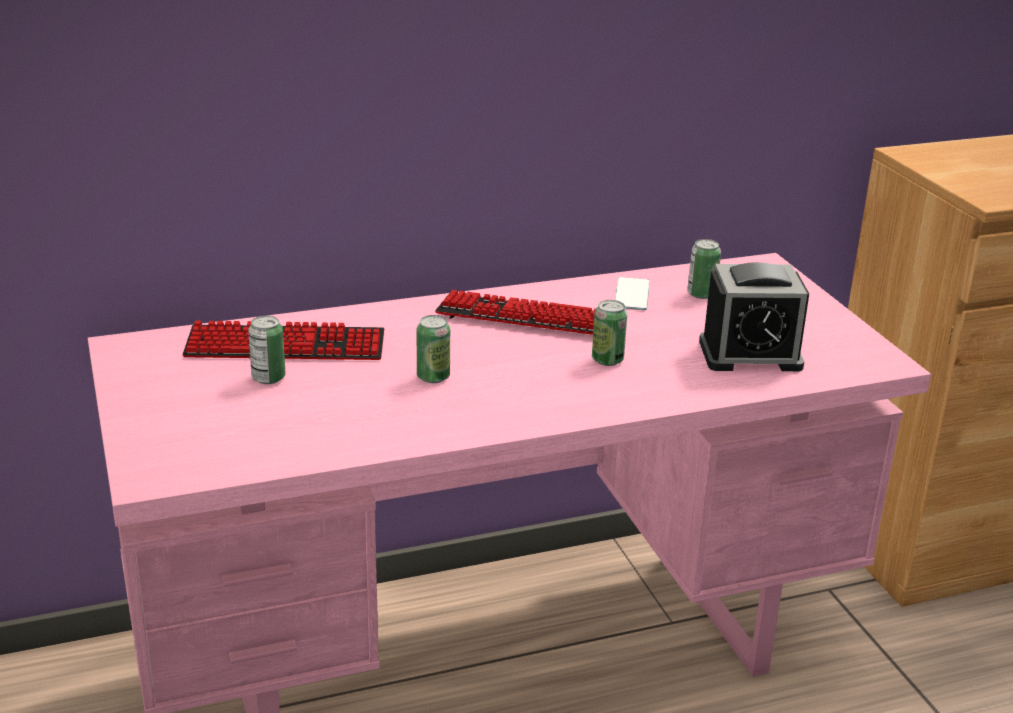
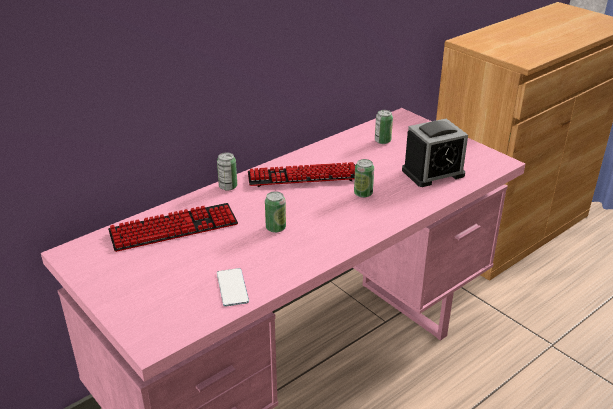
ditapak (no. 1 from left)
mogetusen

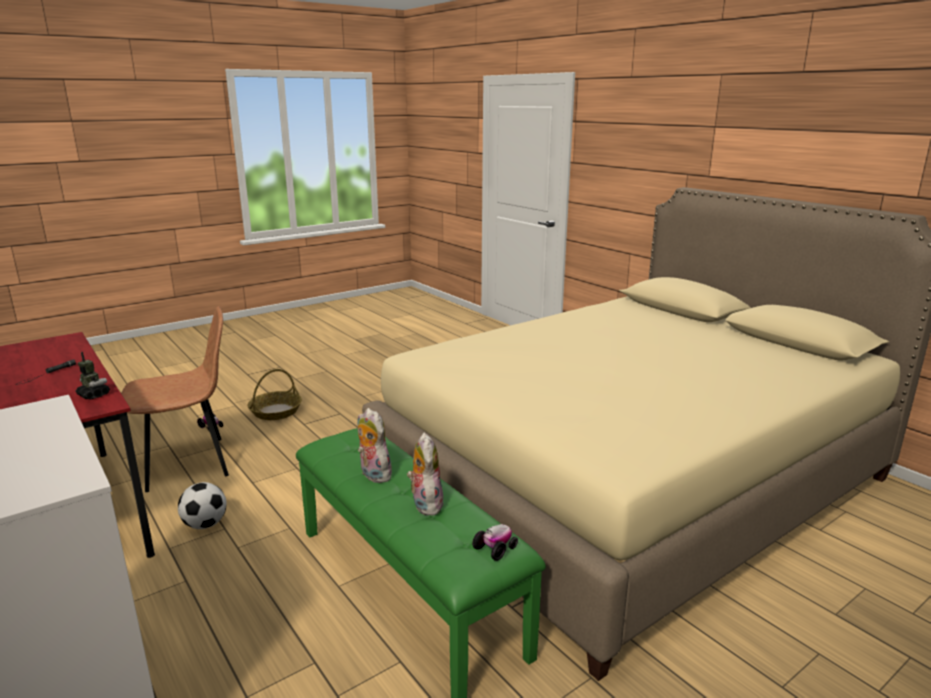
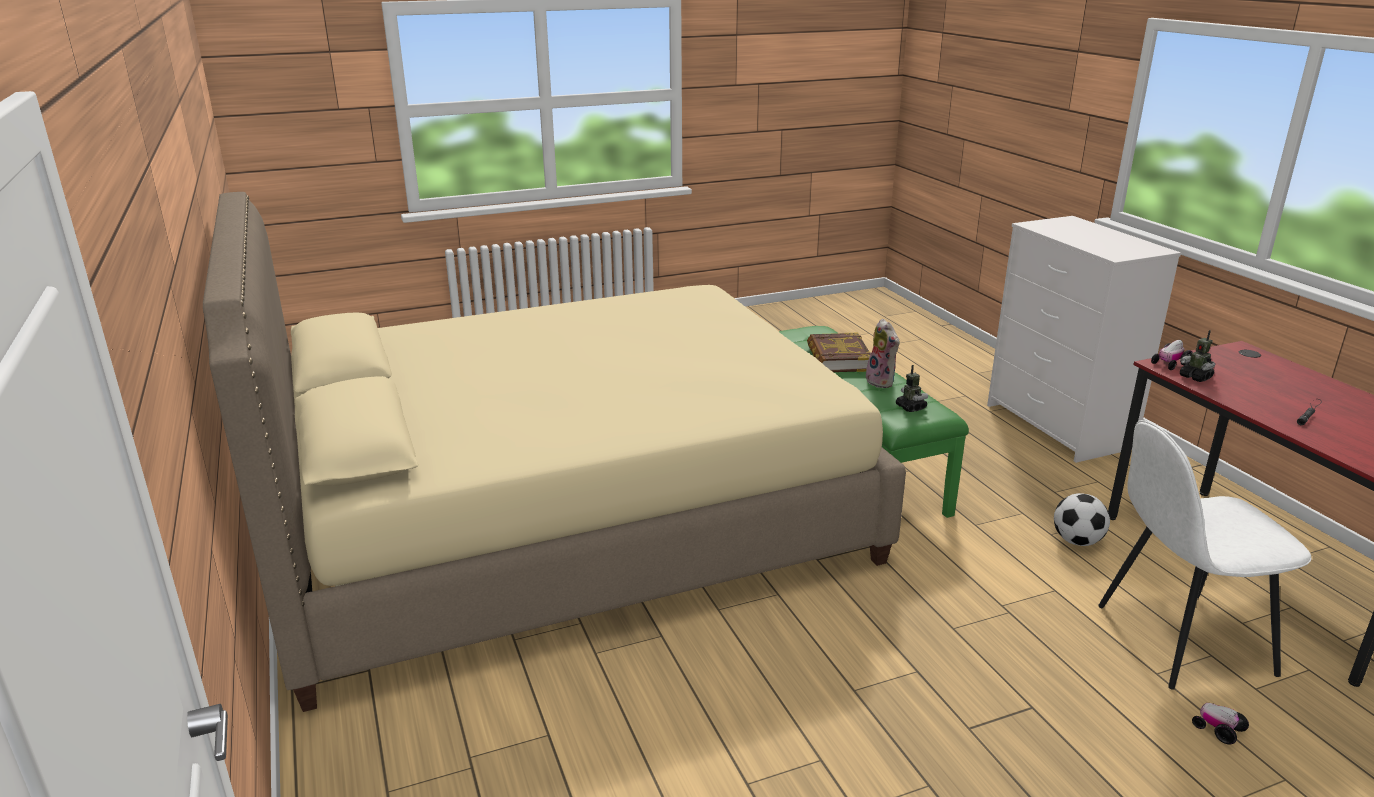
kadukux
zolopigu (no. 1 from left)
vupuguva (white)
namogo (no. 1 from left)
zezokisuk

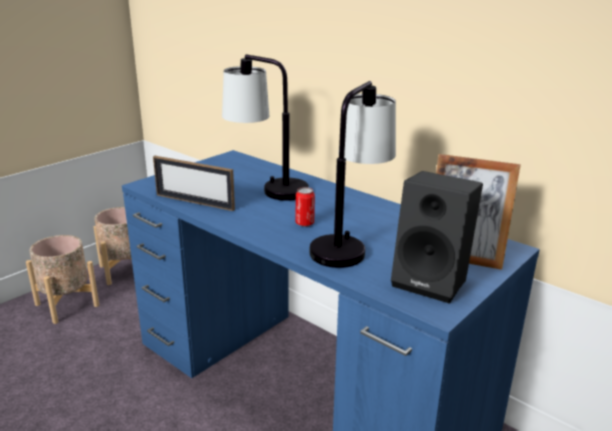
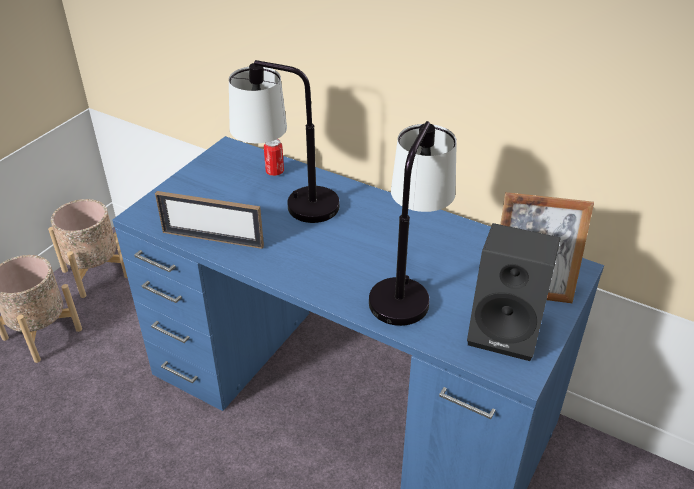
ditapak

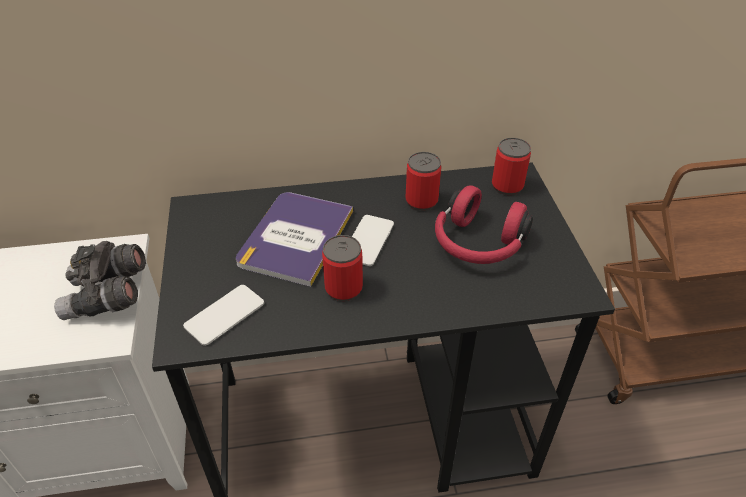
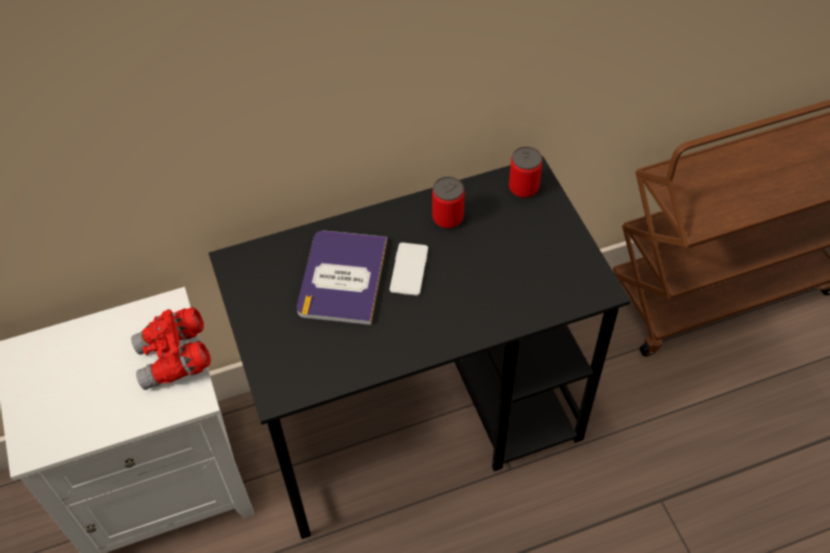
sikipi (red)
mogetusen (no. 1 from left in the first image)
ditapak (no. 1 from left in the first image)
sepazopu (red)

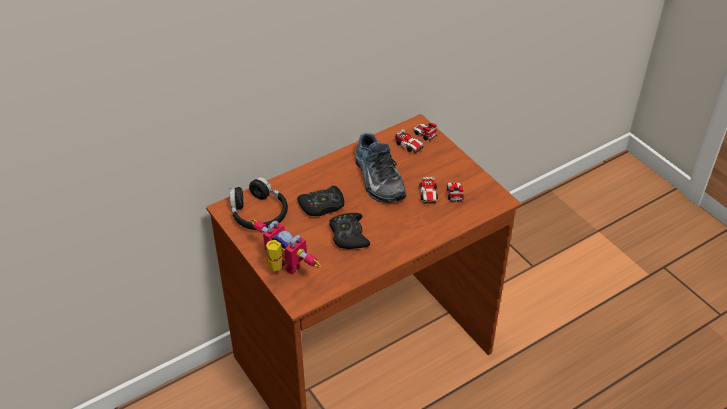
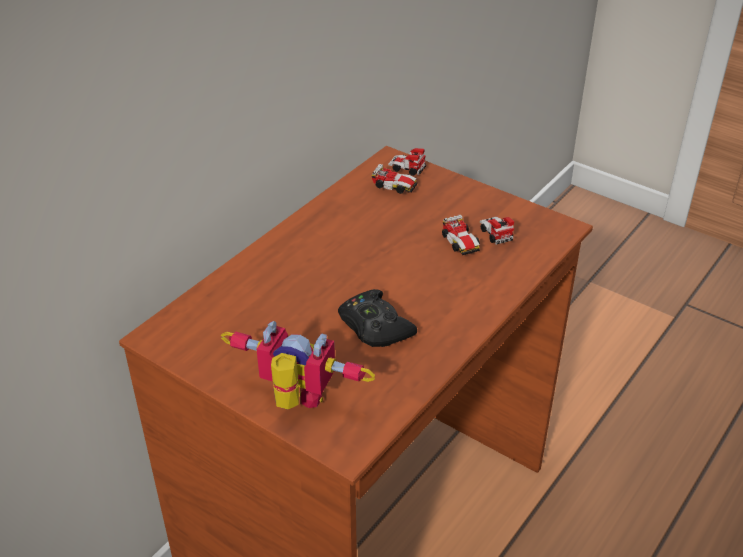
sepazopu (black)
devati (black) (no. 1 from left in the first image)
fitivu

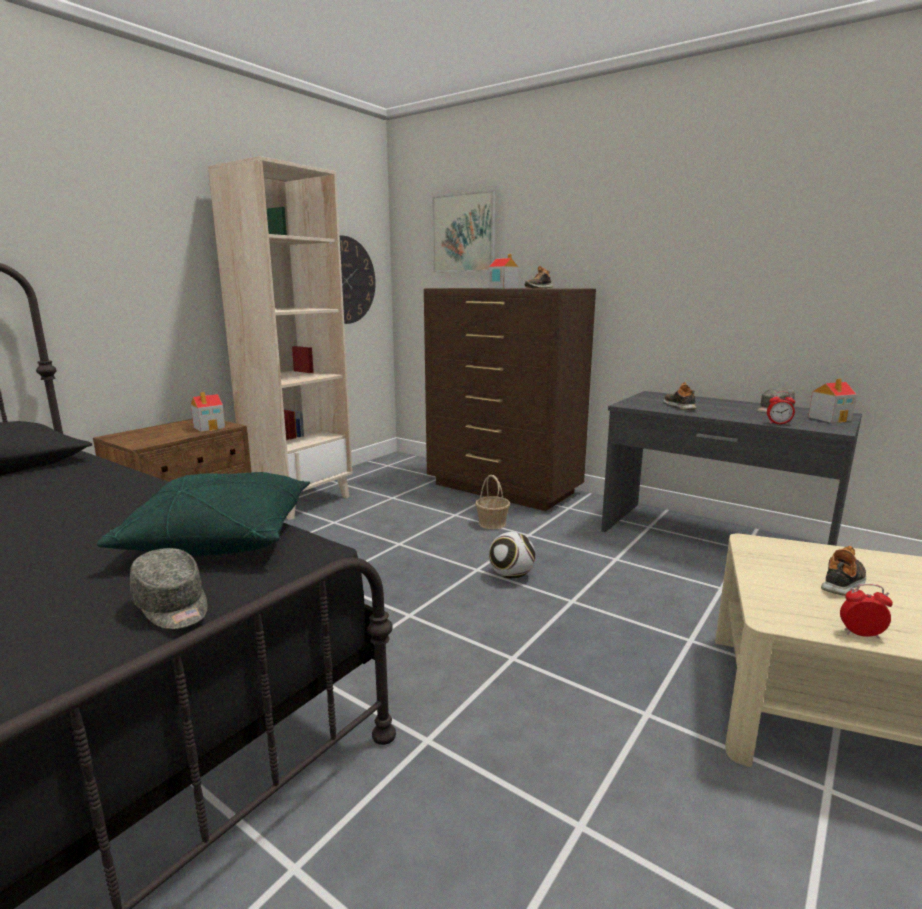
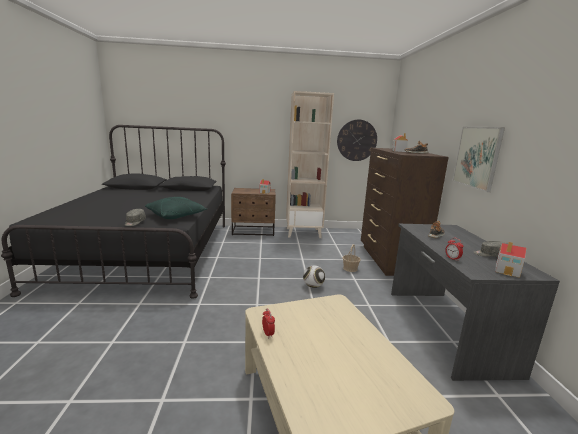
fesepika
fitivu (no. 3 from left in the first image)

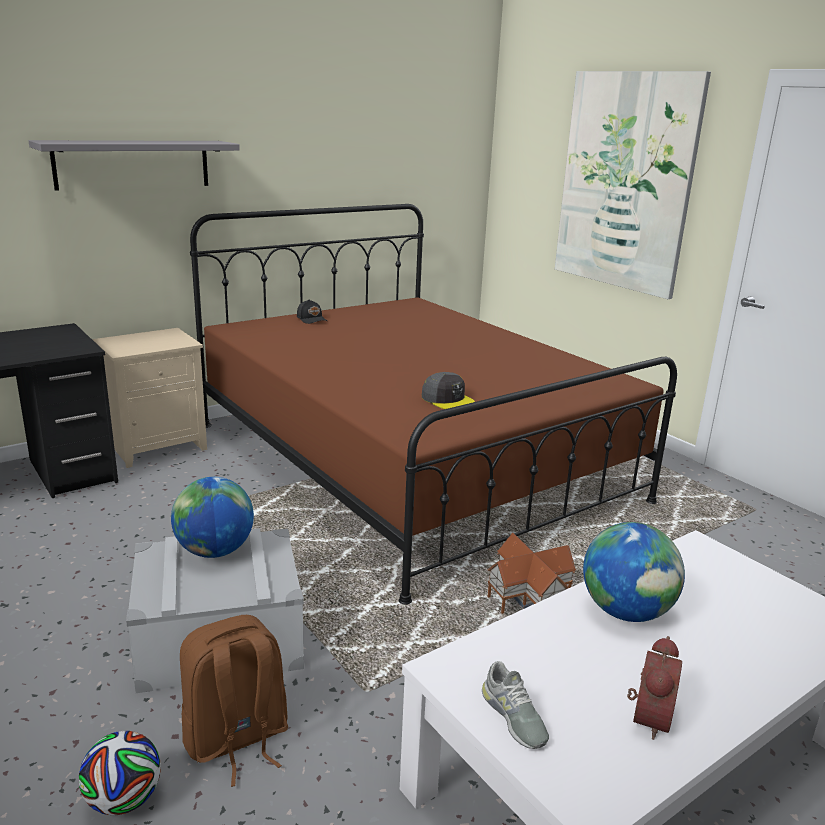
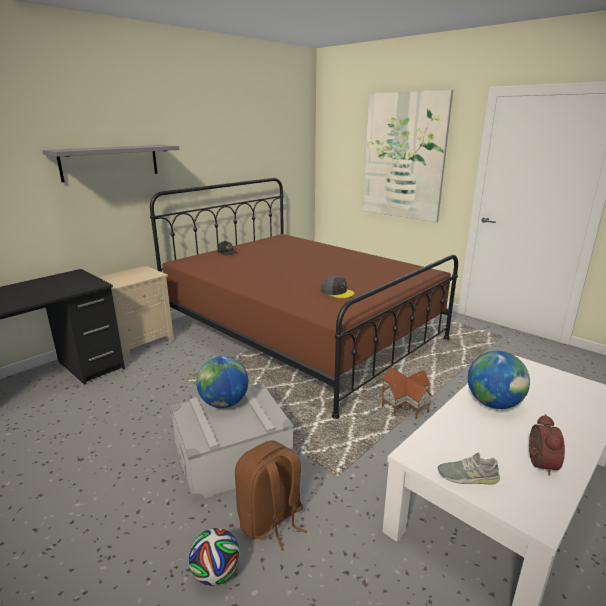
fitivu (grey)

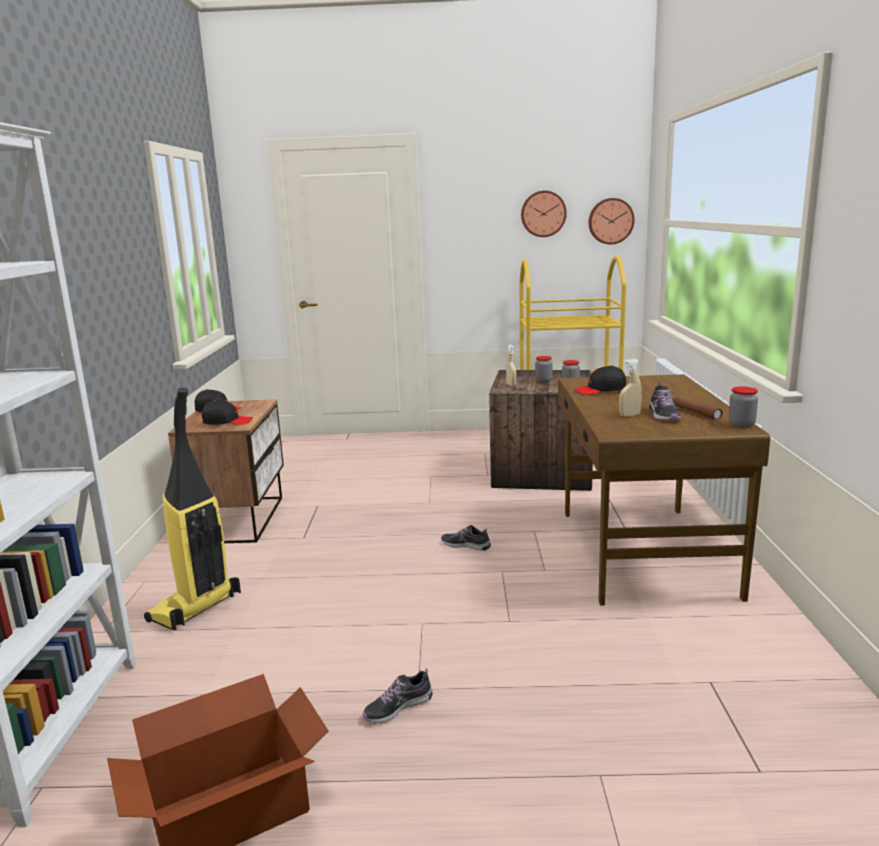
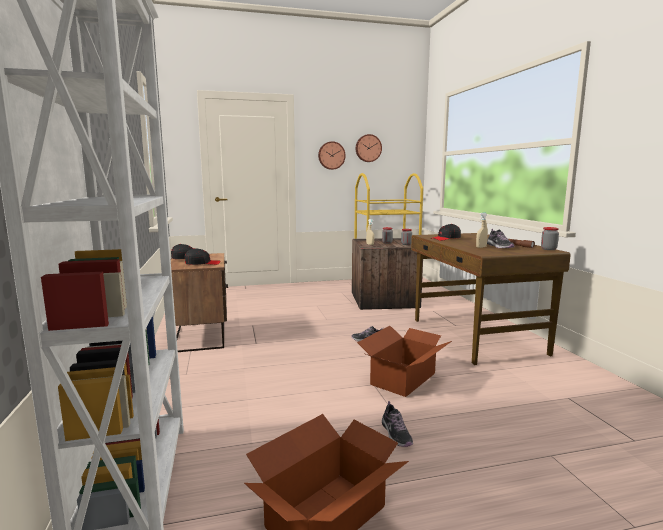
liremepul (no. 1 from left)
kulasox (no. 2 from left)
fitivu (no. 2 from left)
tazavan

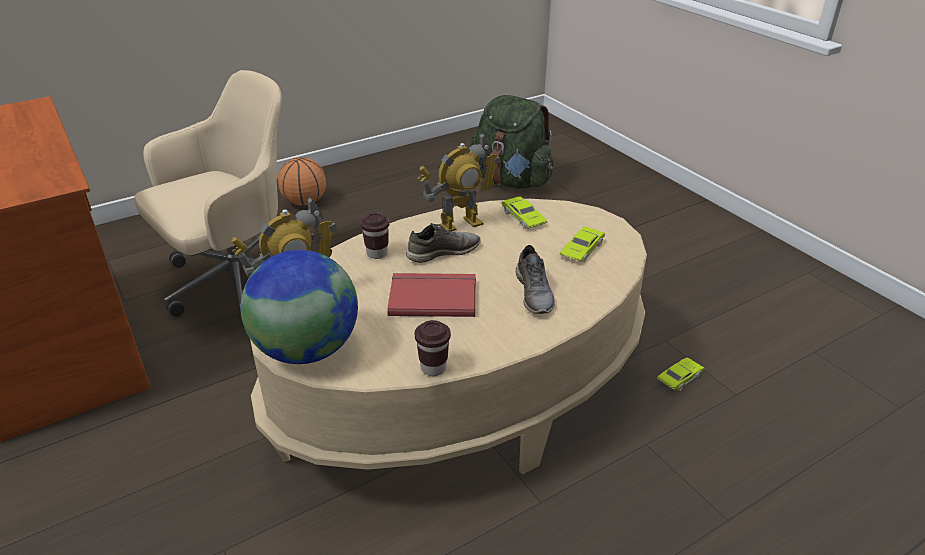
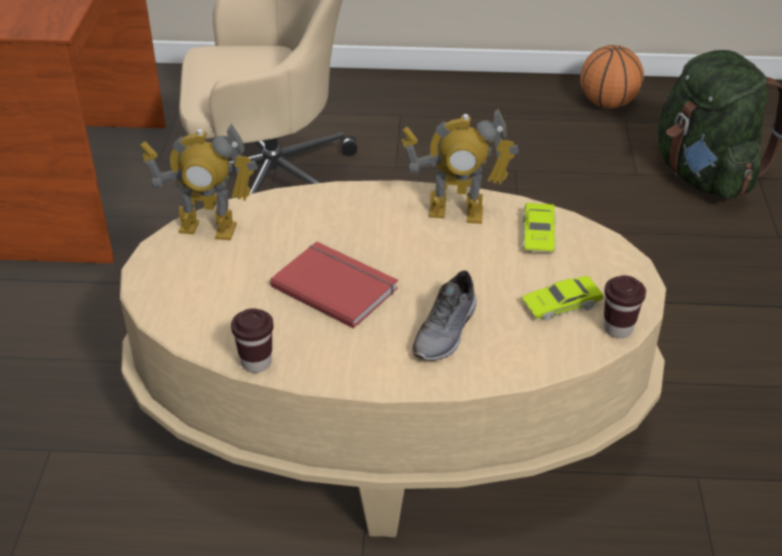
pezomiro
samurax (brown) (no. 2 from left)
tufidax
fitivu (grey) (no. 1 from left in the first image)
namogo (green) (no. 3 from left in the first image)

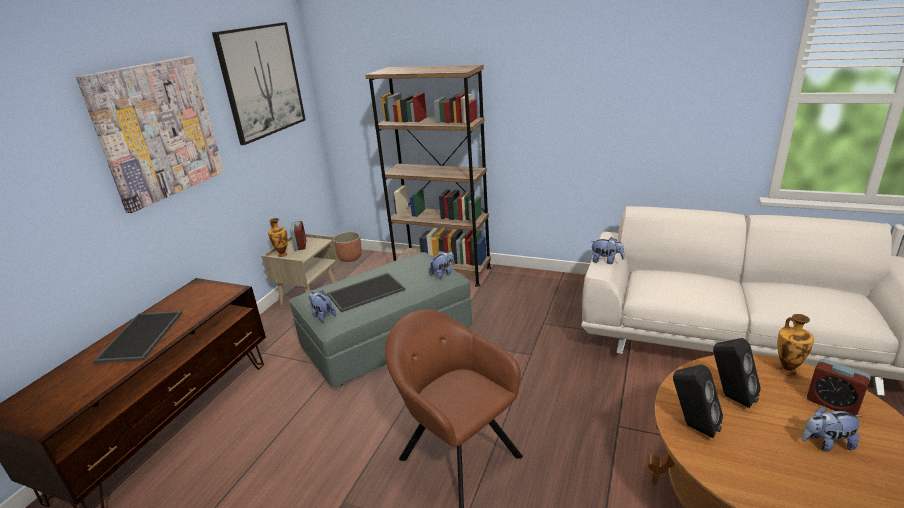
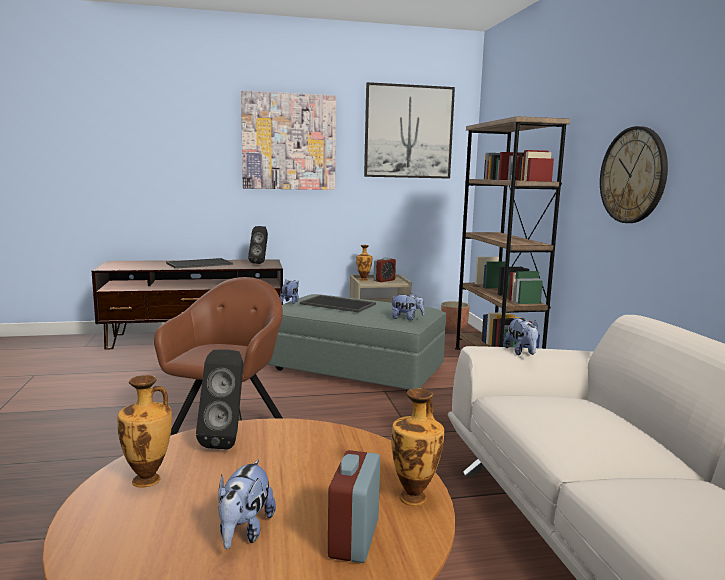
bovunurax (no. 1 from left)
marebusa (no. 1 from left)
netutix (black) (no. 2 from left)
liremepul

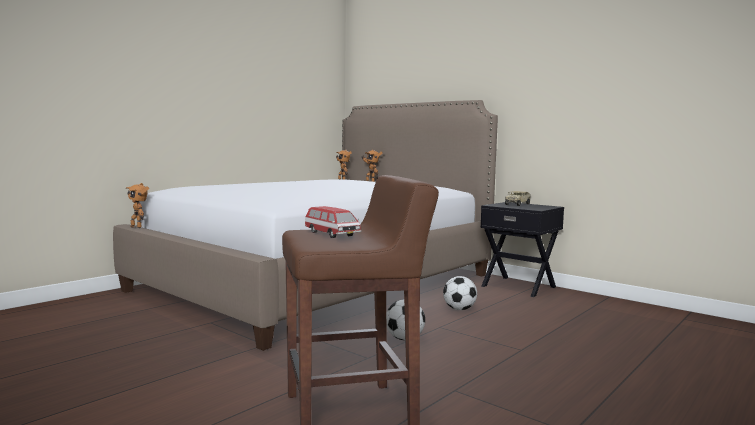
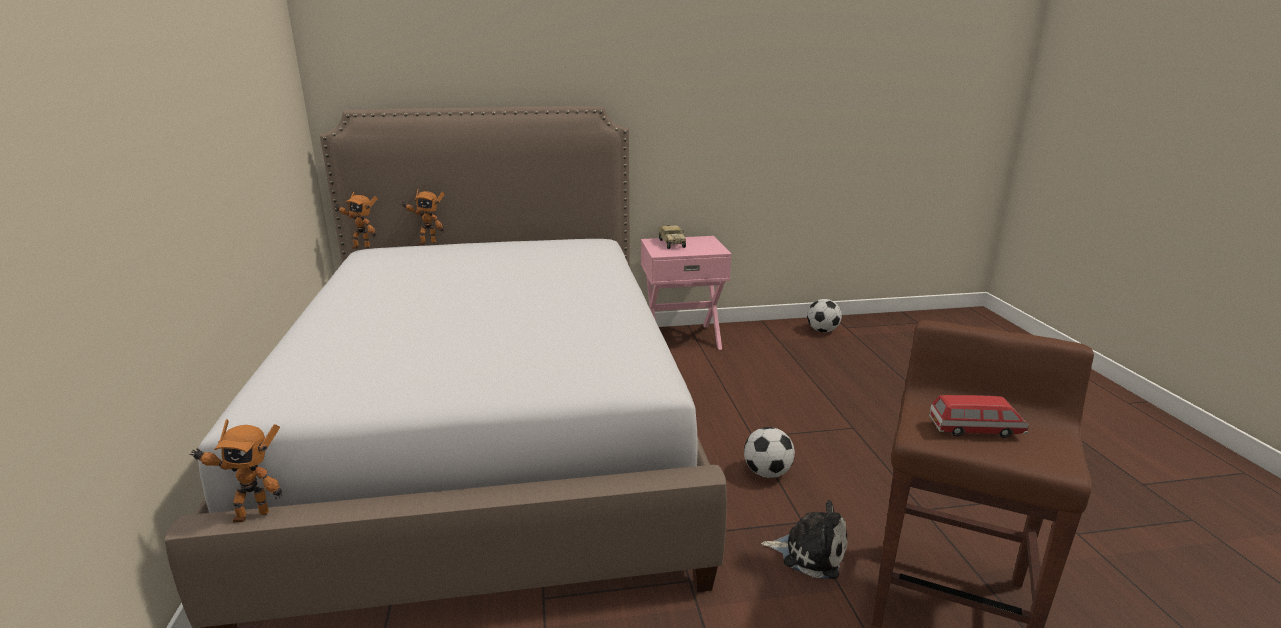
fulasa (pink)
marebusa
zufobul (no. 2 from left)

